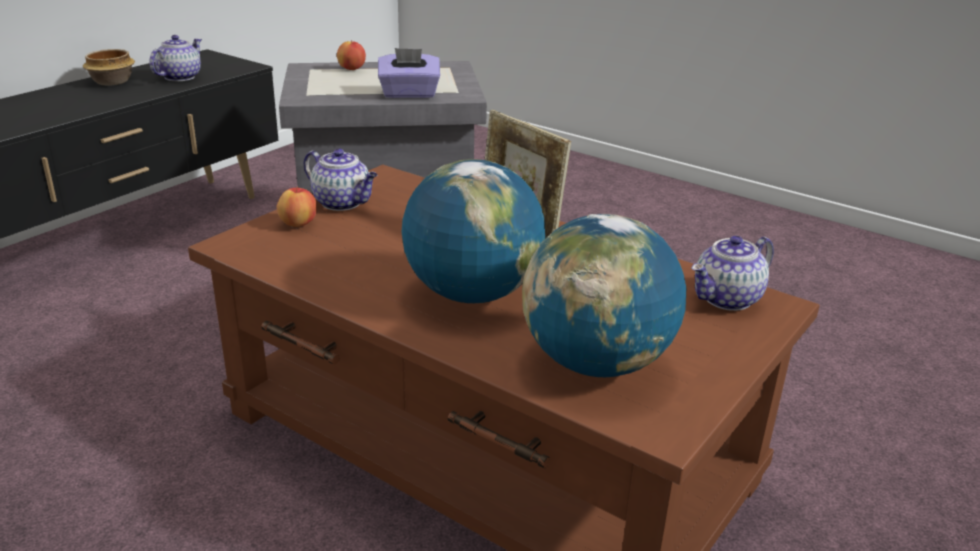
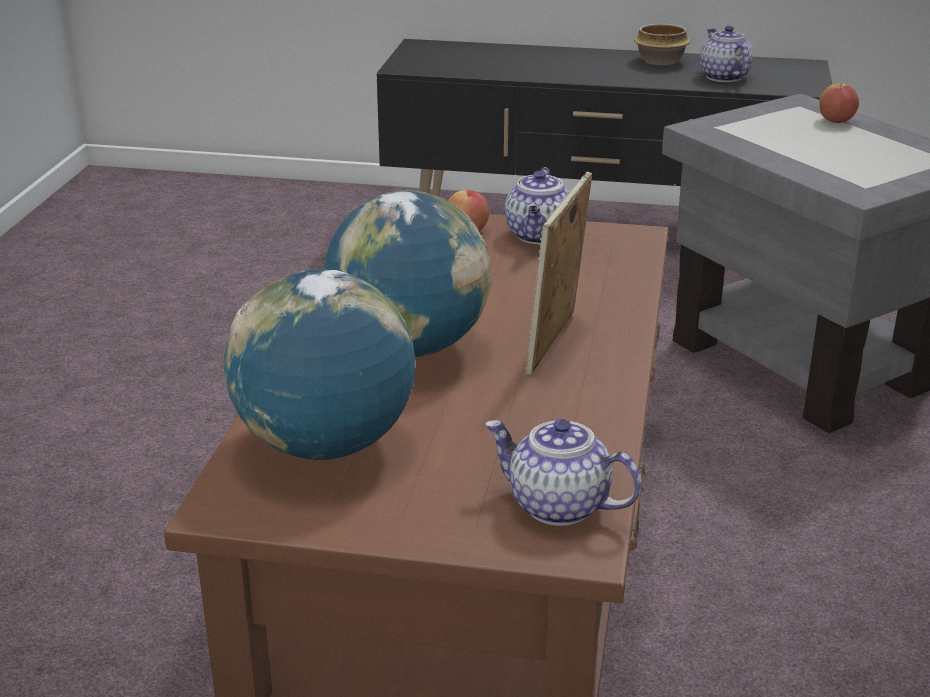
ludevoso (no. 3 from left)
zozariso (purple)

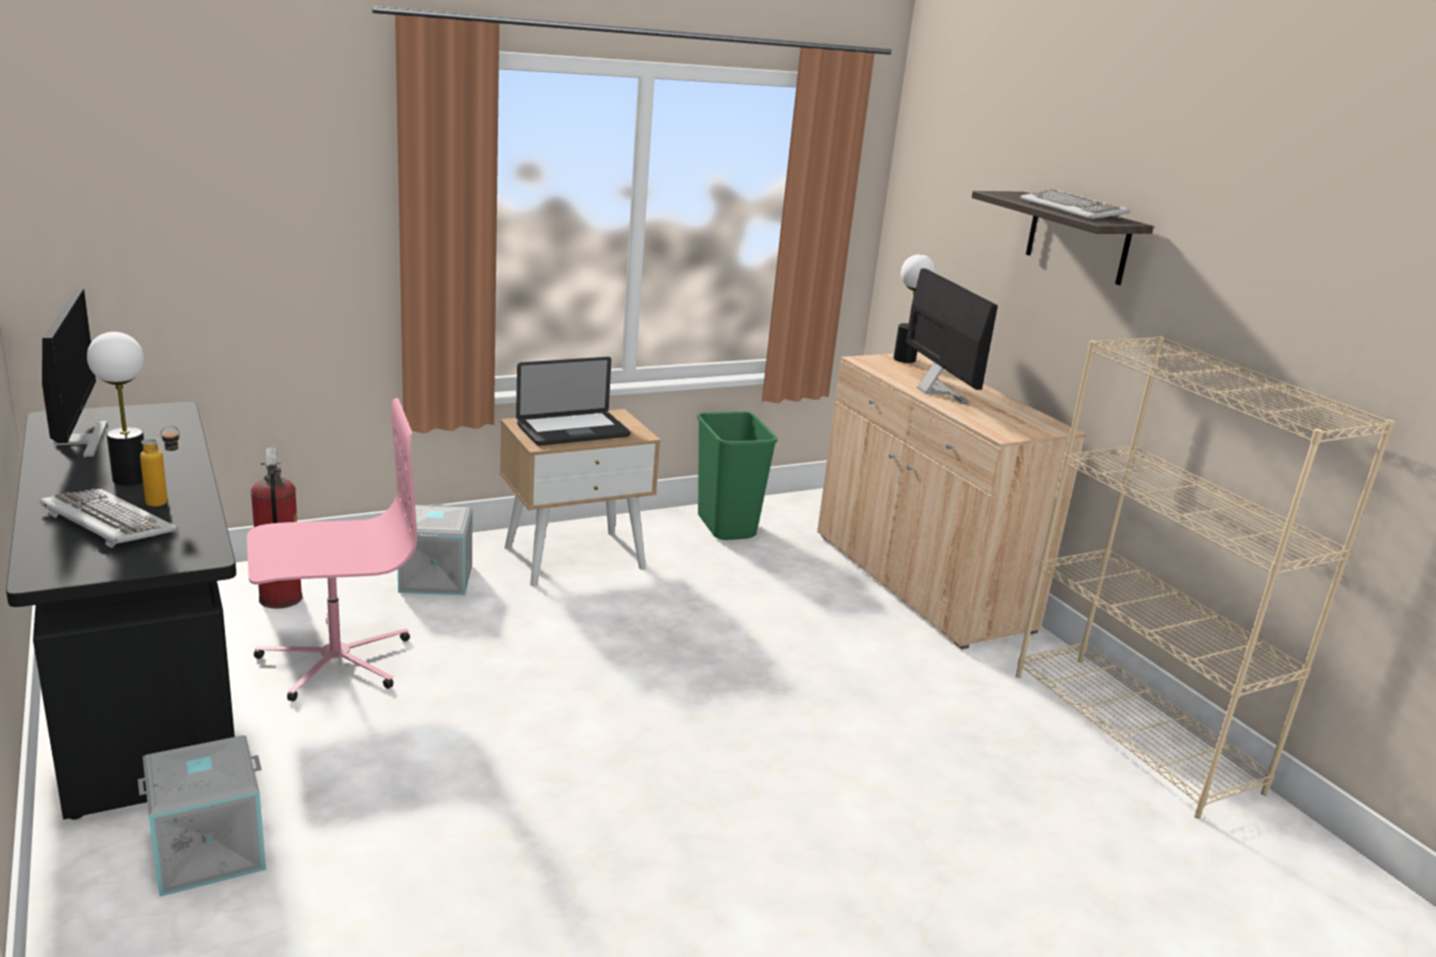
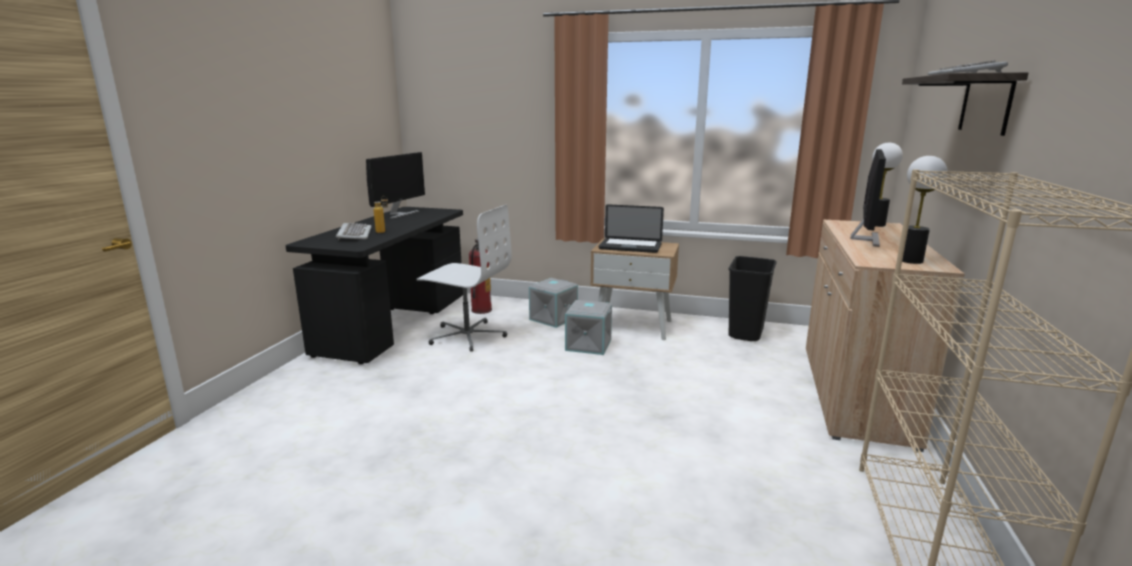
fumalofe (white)
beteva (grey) (no. 2 from left)
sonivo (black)
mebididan (no. 2 from left)

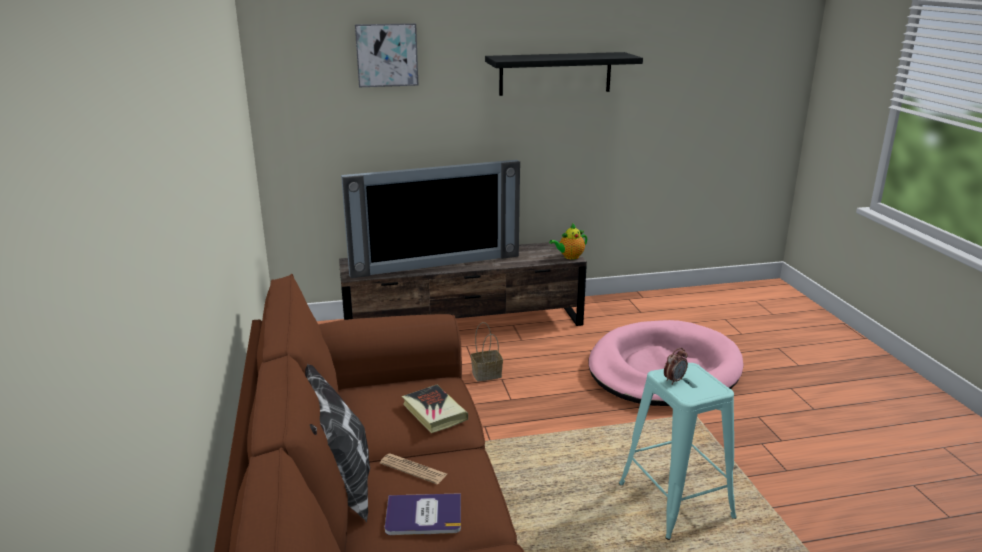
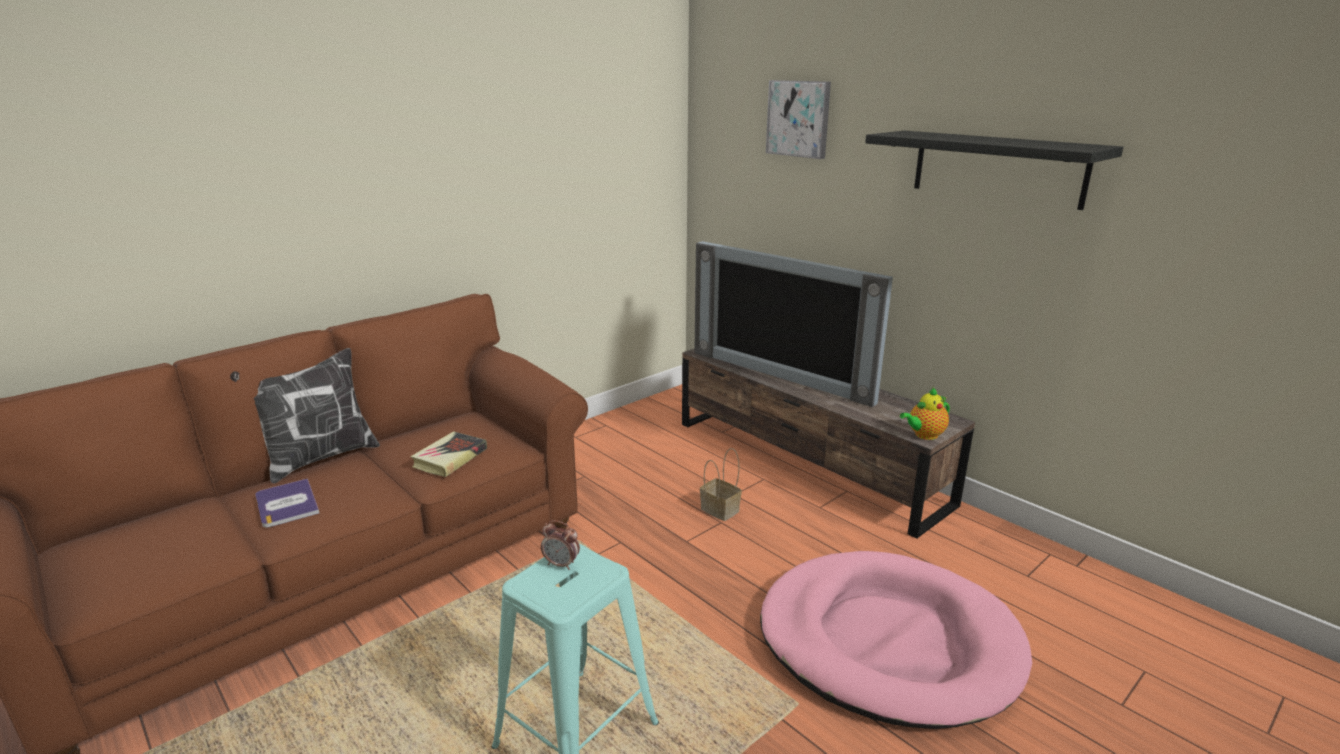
ludevoso
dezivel

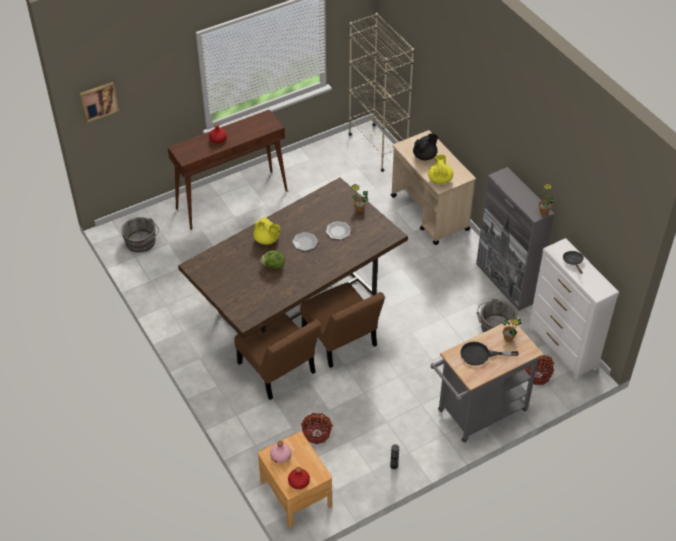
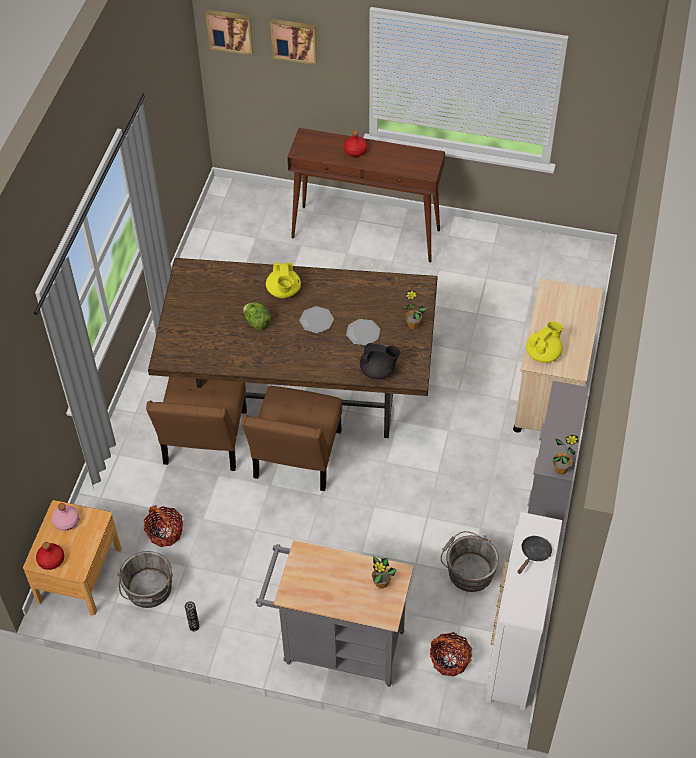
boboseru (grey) (no. 1 from left)
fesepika (no. 2 from left)
ludevoso (black)
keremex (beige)
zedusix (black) (no. 1 from left in the first image)

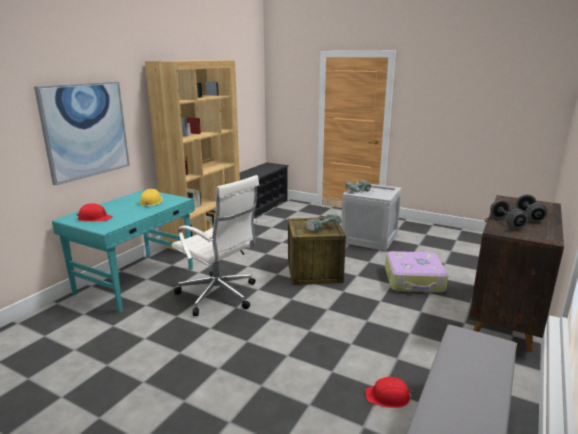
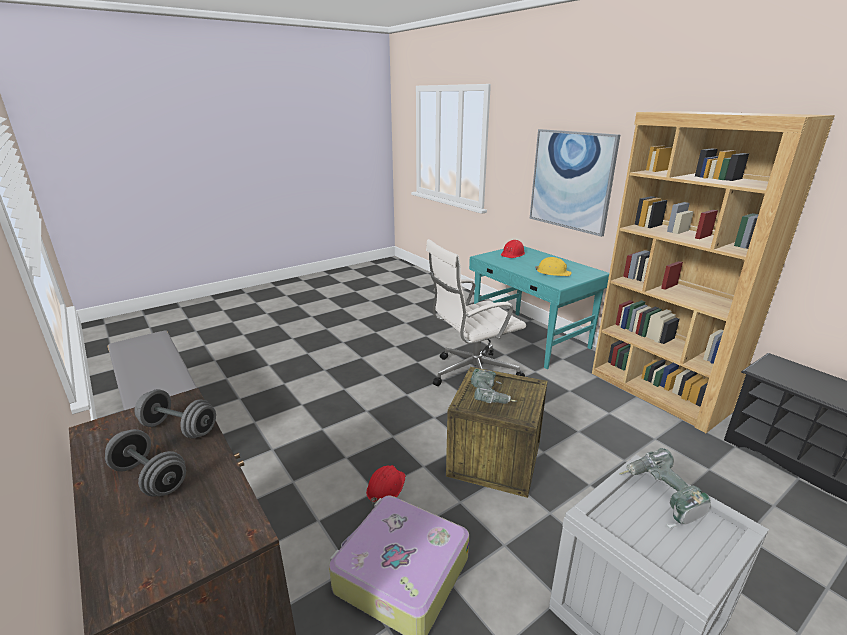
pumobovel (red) (no. 1 from left)

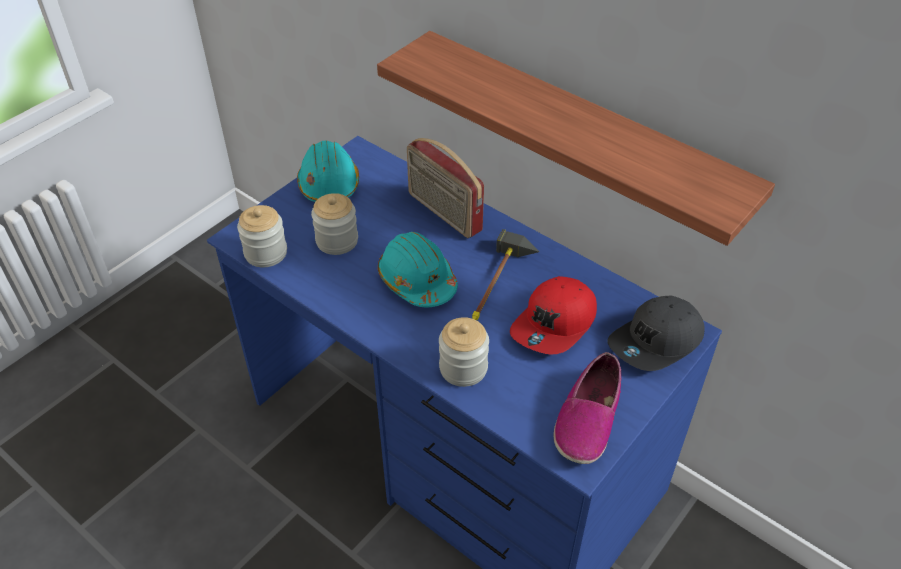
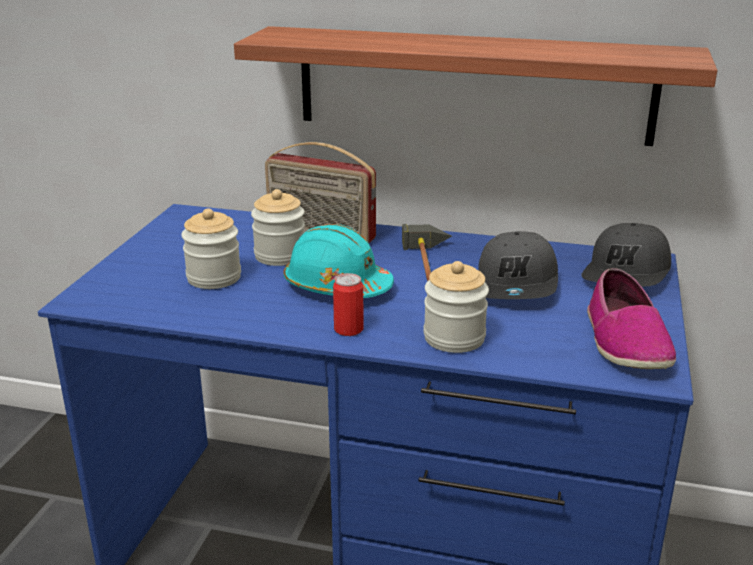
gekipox (no. 2 from left)
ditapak
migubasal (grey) (no. 1 from left)
pumobovel (turquoise) (no. 1 from left in the first image)

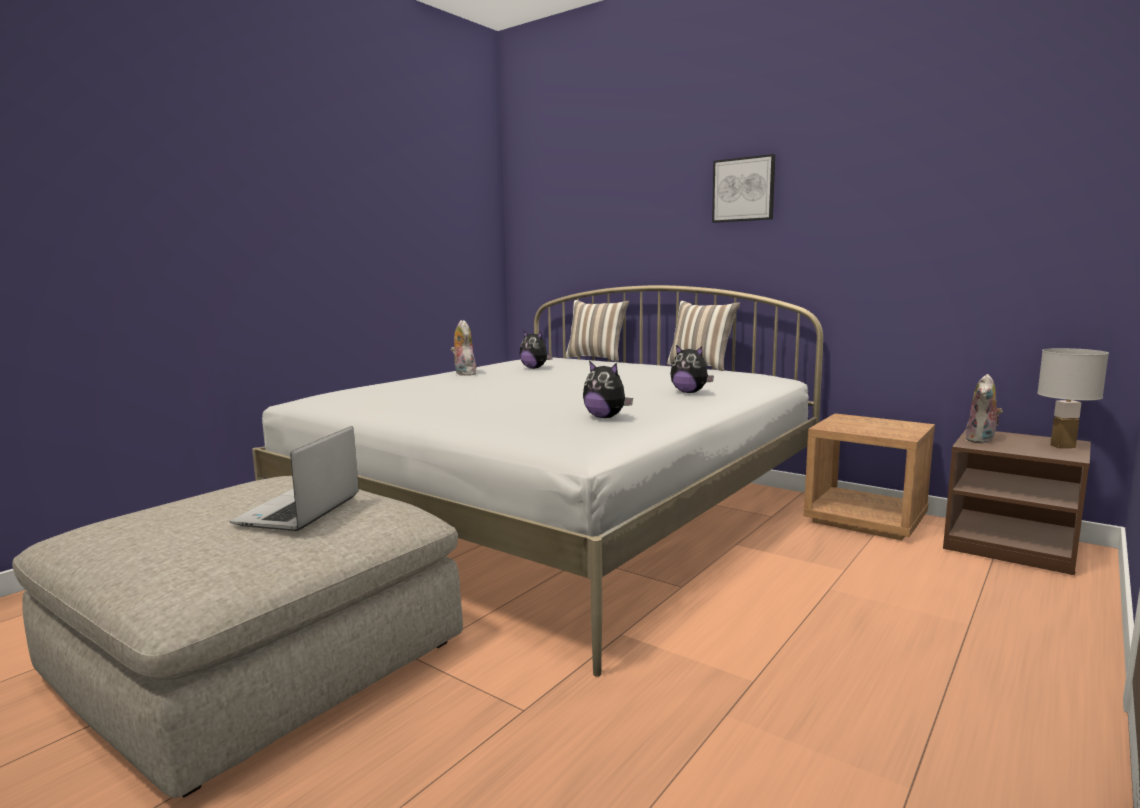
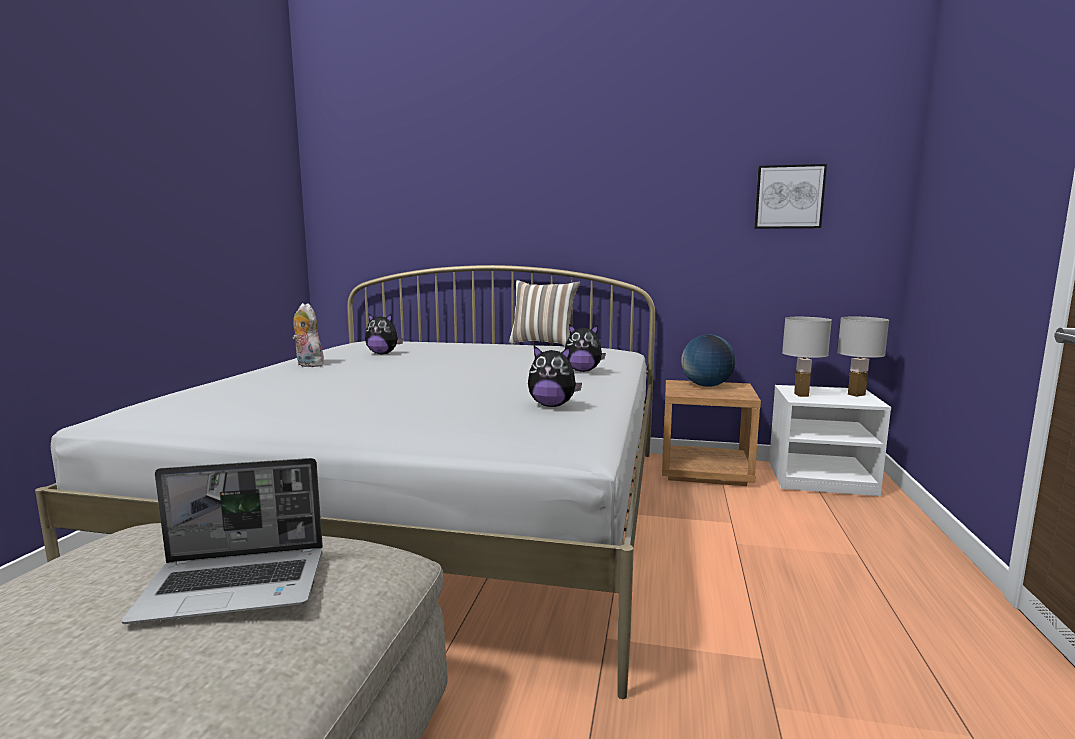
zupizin
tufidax
fesepika
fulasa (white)
mebididan (white) (no. 1 from left)
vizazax (no. 1 from left in the first image)

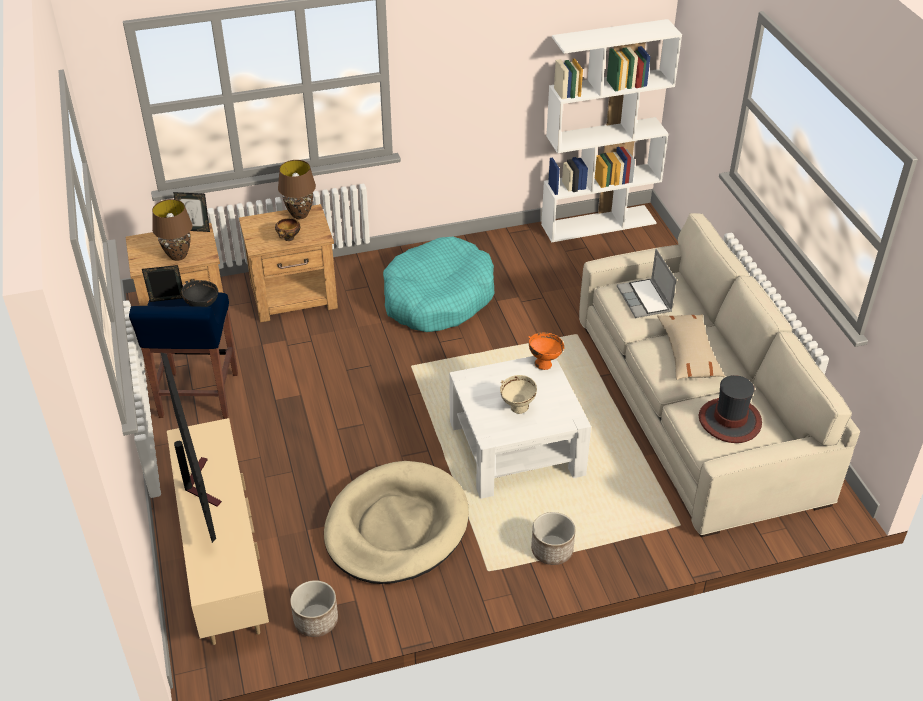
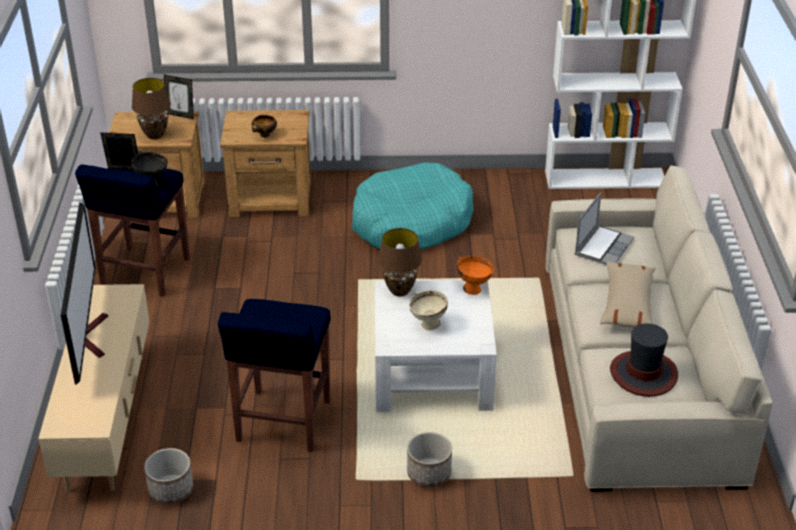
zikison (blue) (no. 2 from left)
mebididan (brown) (no. 2 from left)
zupizin

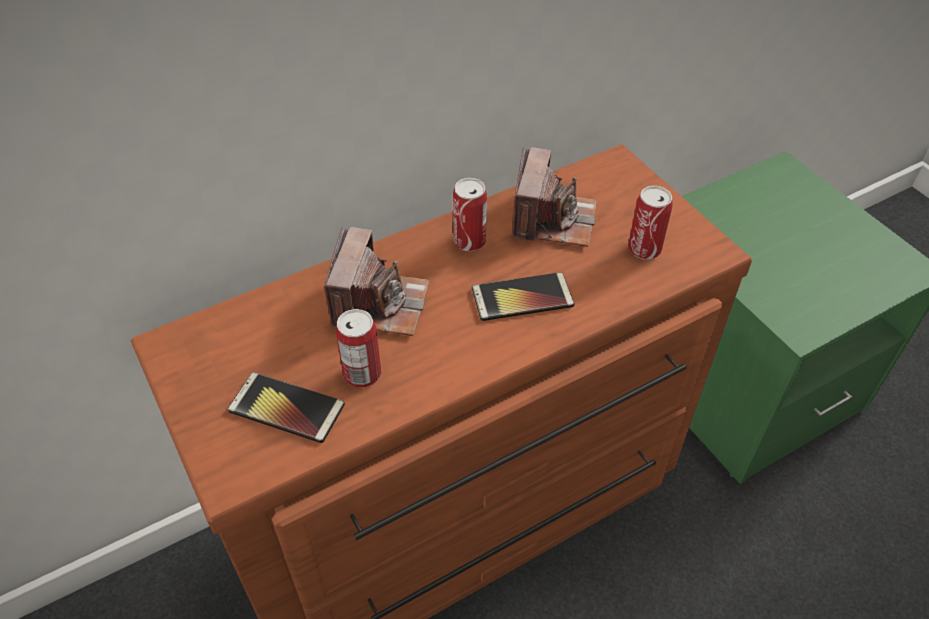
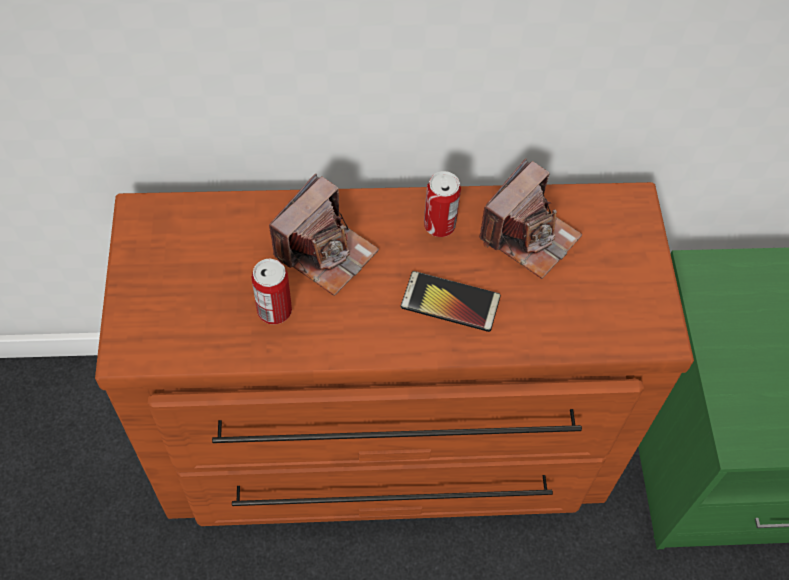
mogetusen (no. 1 from left in the first image)
ditapak (no. 3 from left in the first image)

